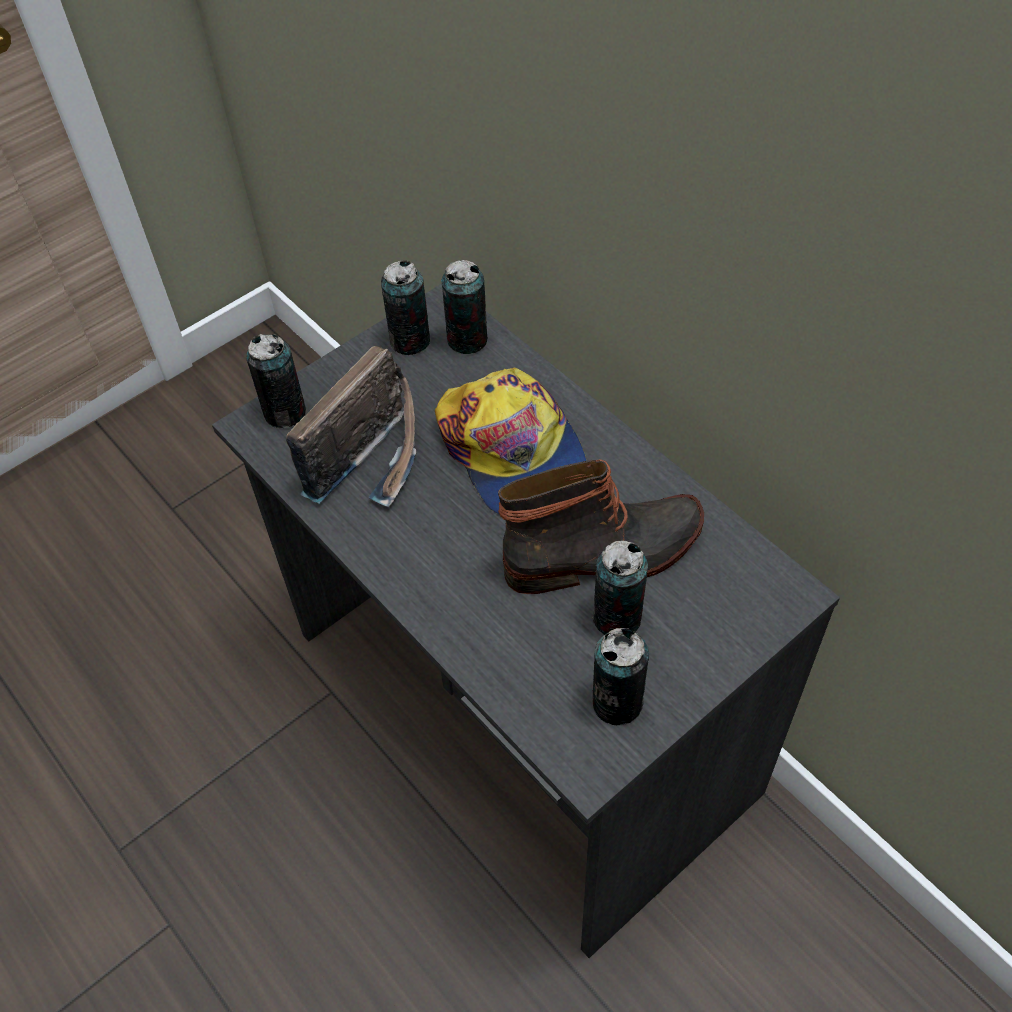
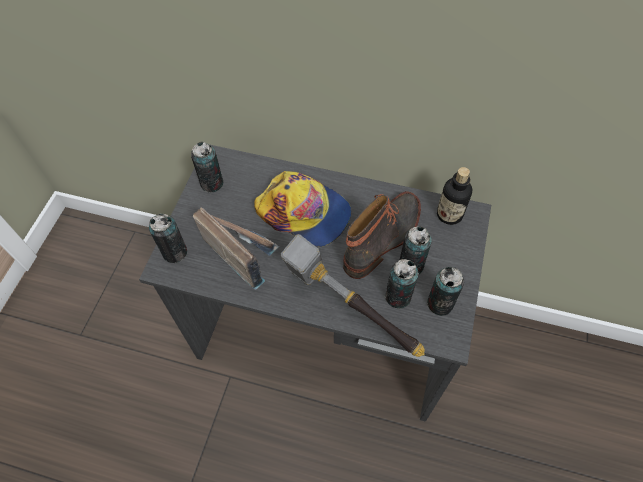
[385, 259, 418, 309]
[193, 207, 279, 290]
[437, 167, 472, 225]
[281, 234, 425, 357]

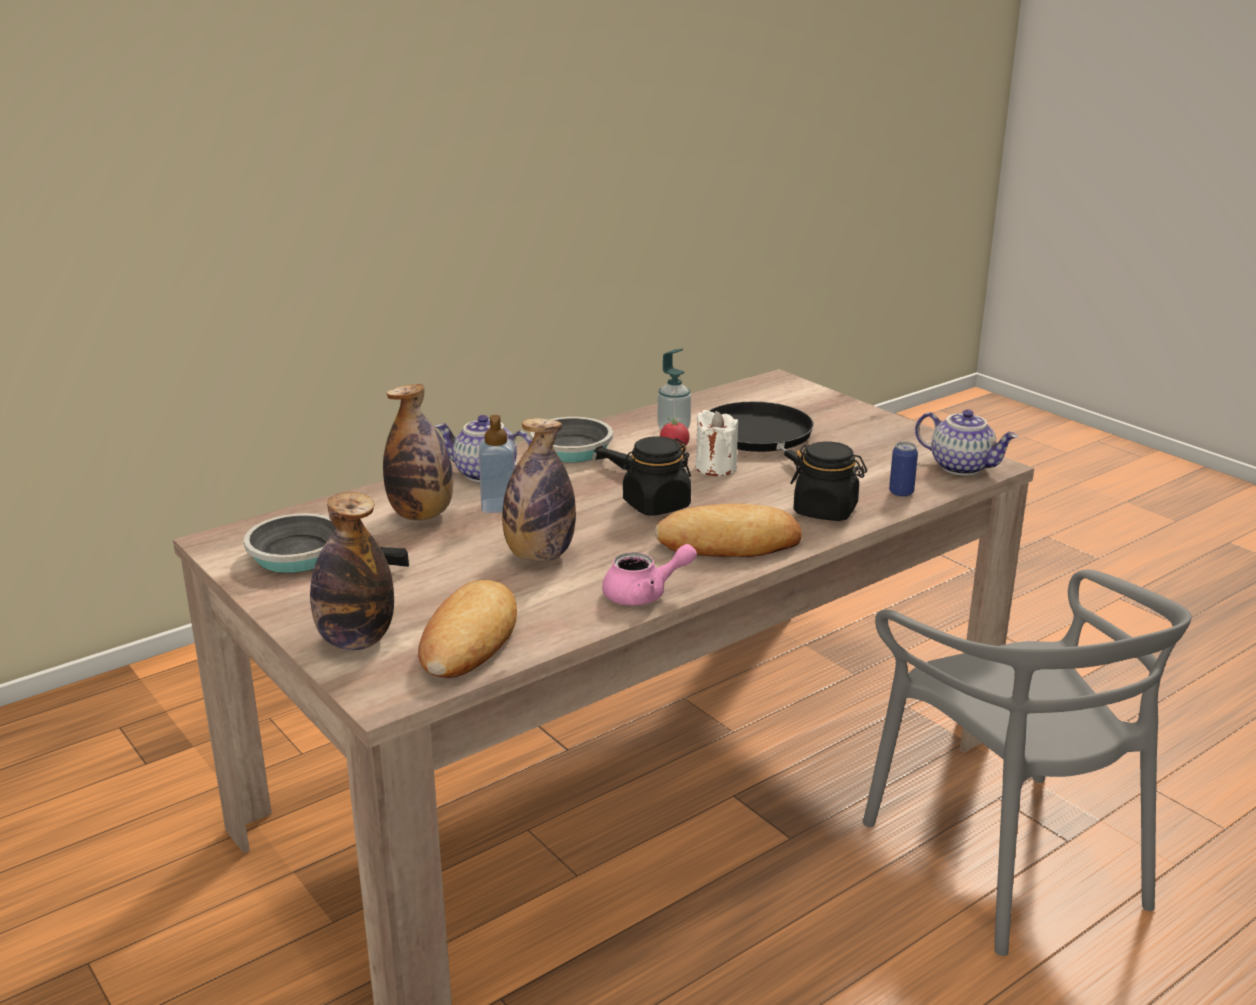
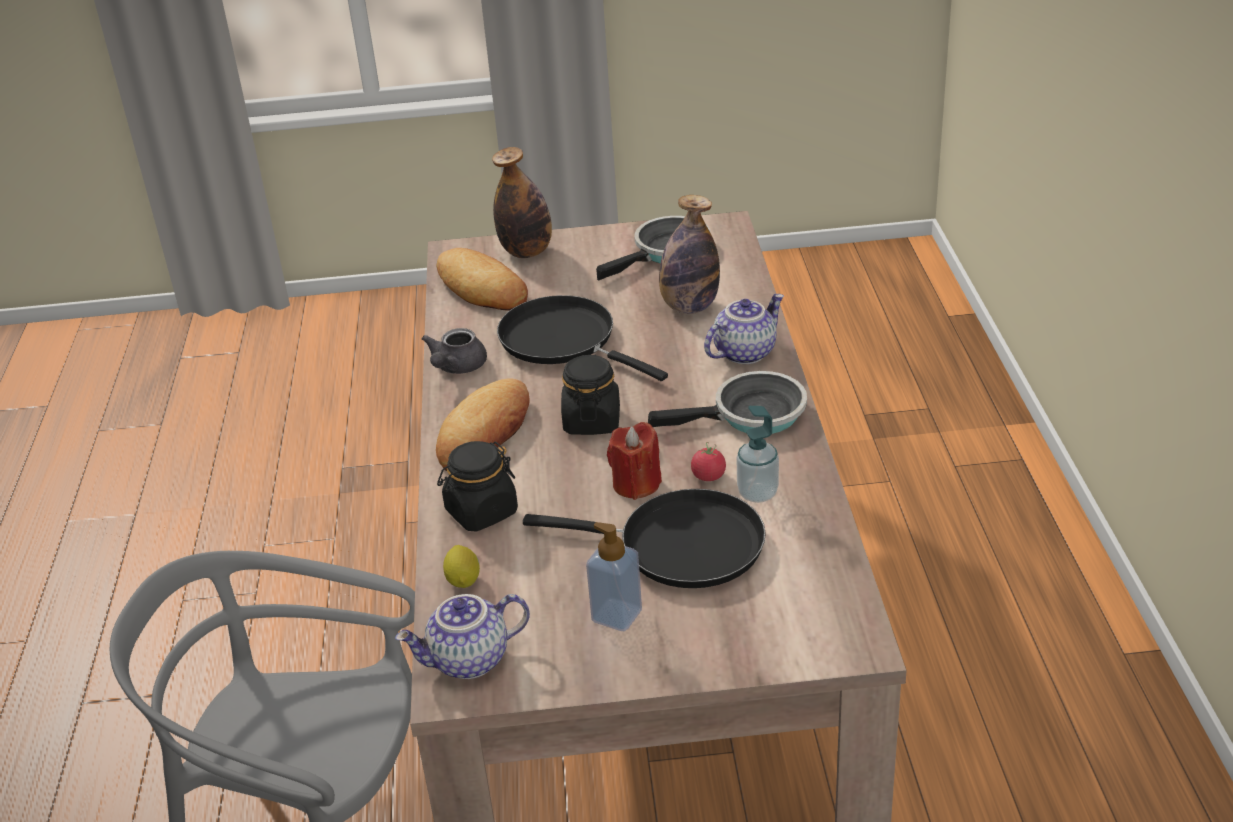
[607, 422, 662, 500]
[586, 522, 642, 631]
[497, 295, 668, 381]
[443, 545, 480, 588]
[422, 328, 487, 374]

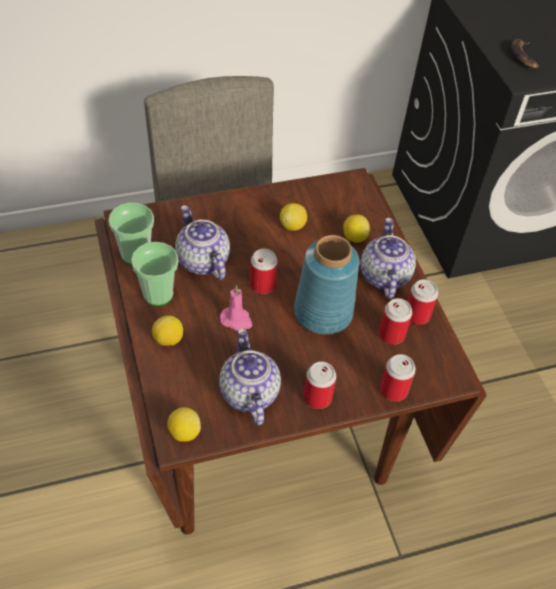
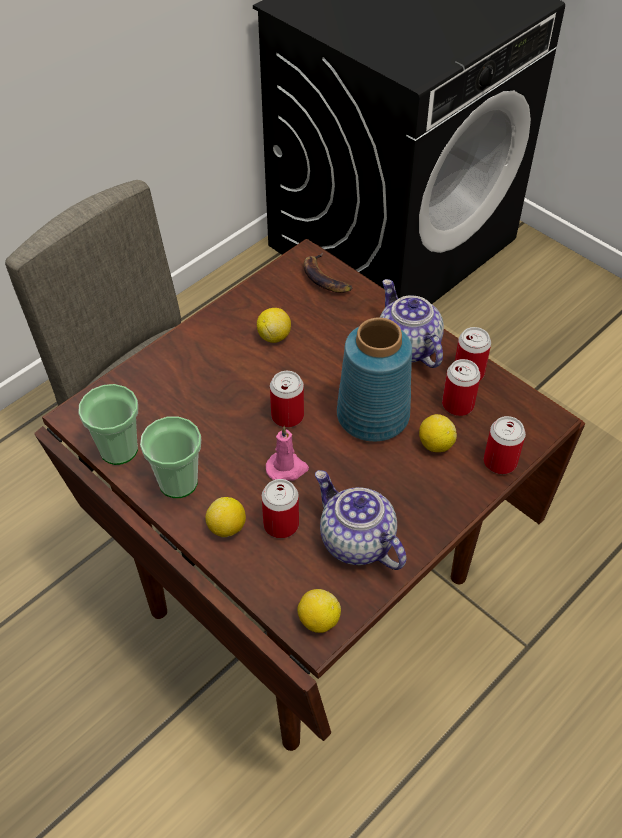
[303, 253, 352, 293]
[175, 205, 230, 280] (first image)
[419, 414, 457, 452]
[262, 479, 299, 538]

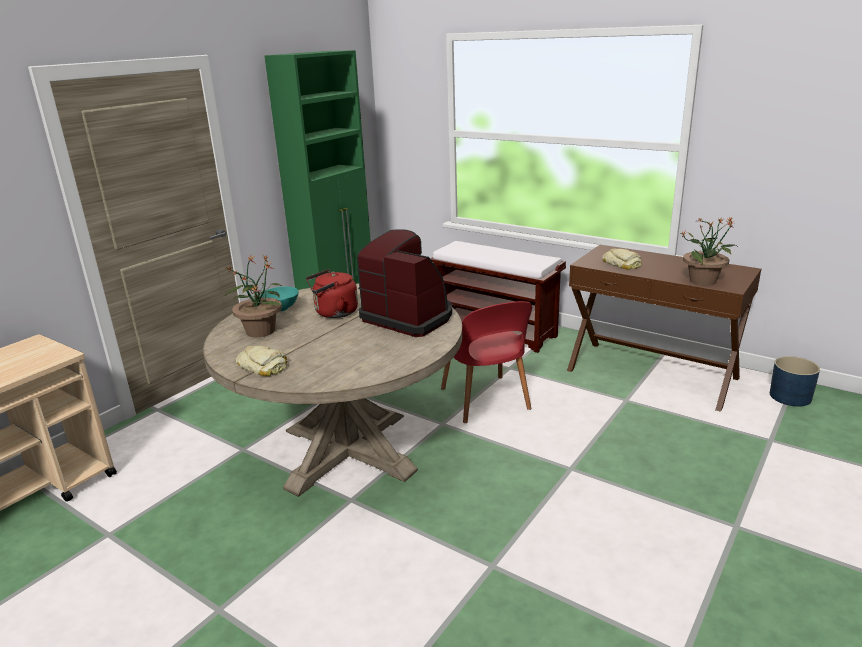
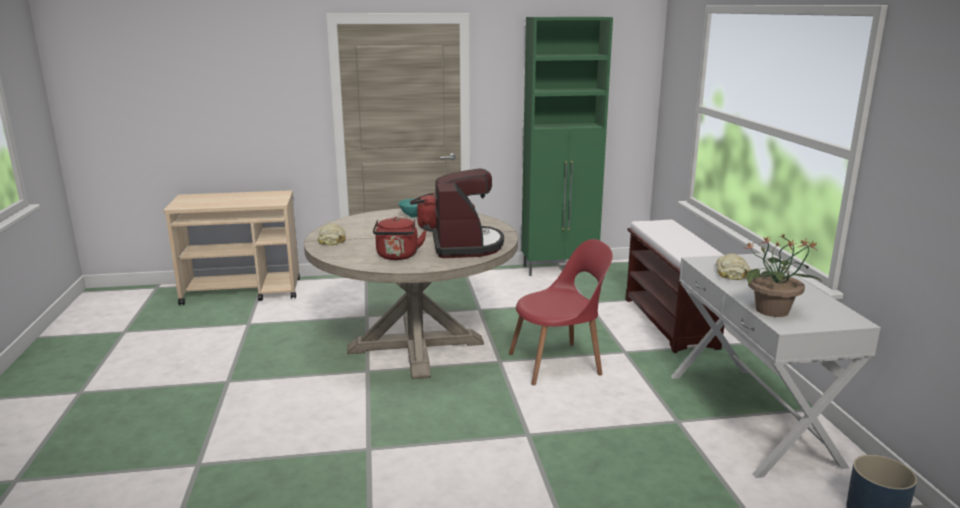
[671, 253, 881, 478]
[224, 254, 283, 337] (first image)
[509, 239, 613, 385]
[373, 217, 427, 260]

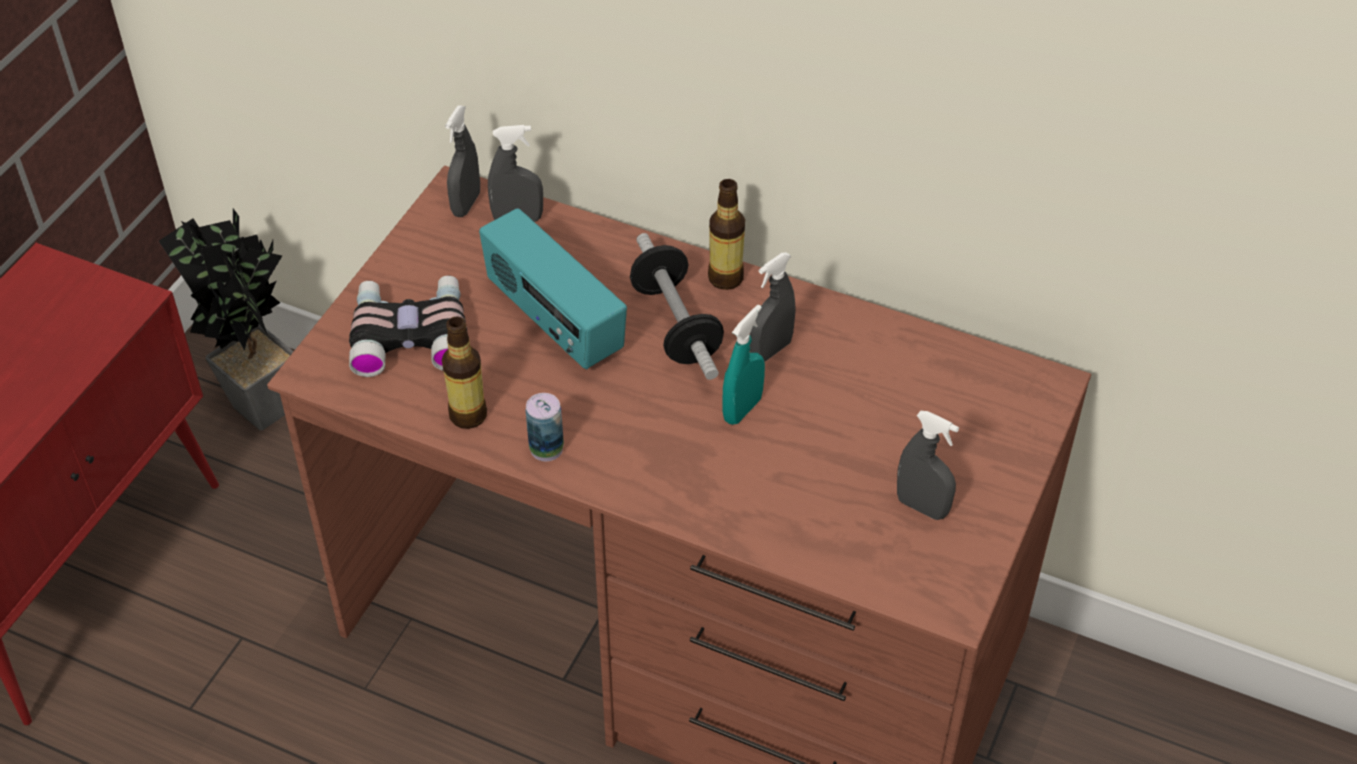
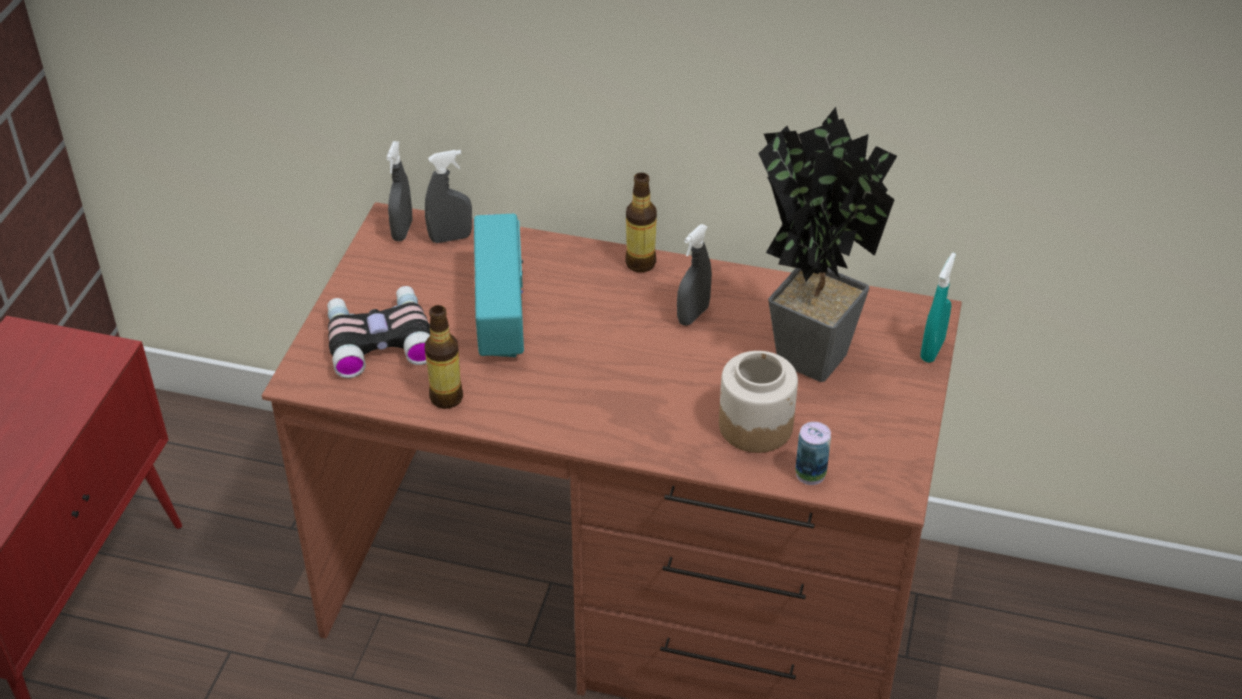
[758, 107, 897, 382]
[474, 214, 524, 357]
[630, 233, 724, 380] (first image)
[920, 253, 956, 363]
[795, 422, 831, 485]
[897, 411, 959, 520] (first image)
[719, 351, 798, 453]

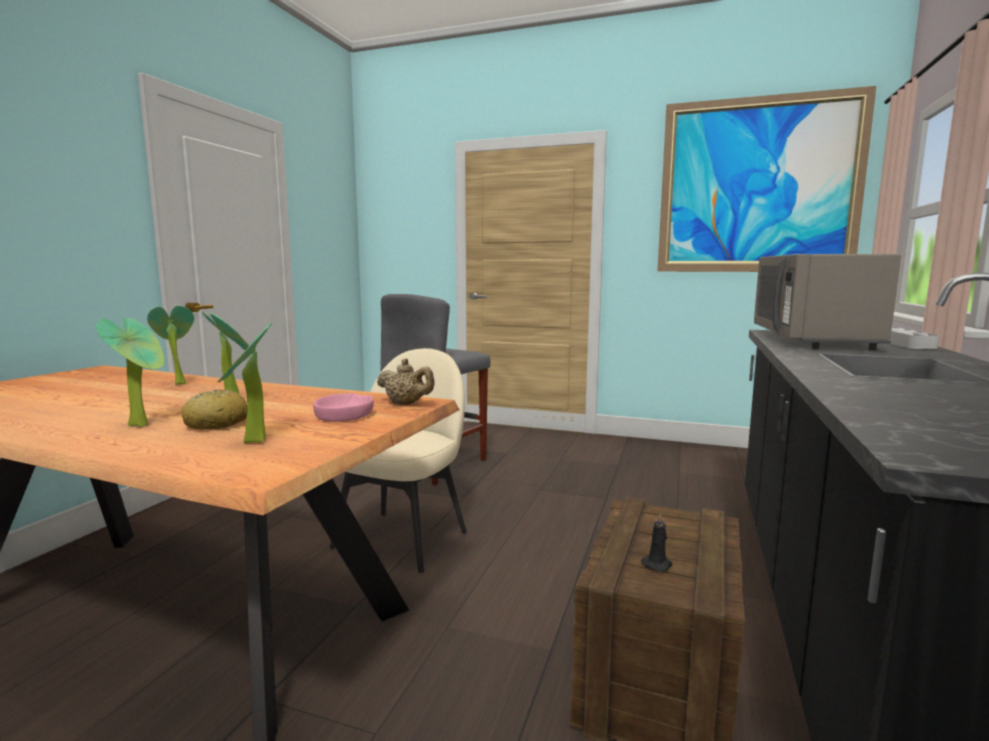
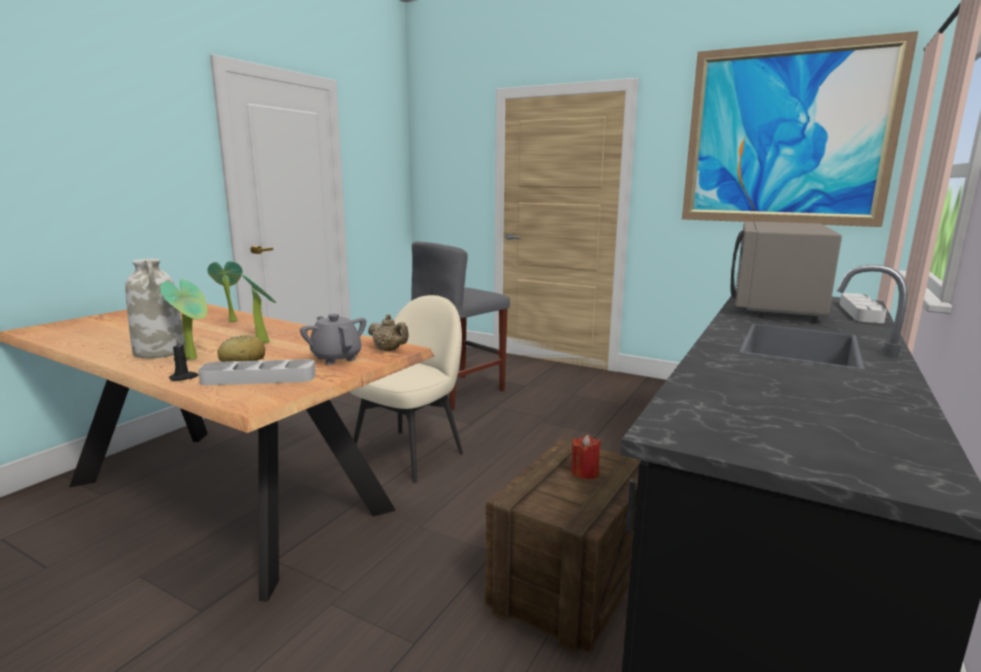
[198, 359, 315, 385]
[300, 314, 366, 365]
[169, 337, 199, 381]
[125, 259, 185, 358]
[571, 435, 601, 479]

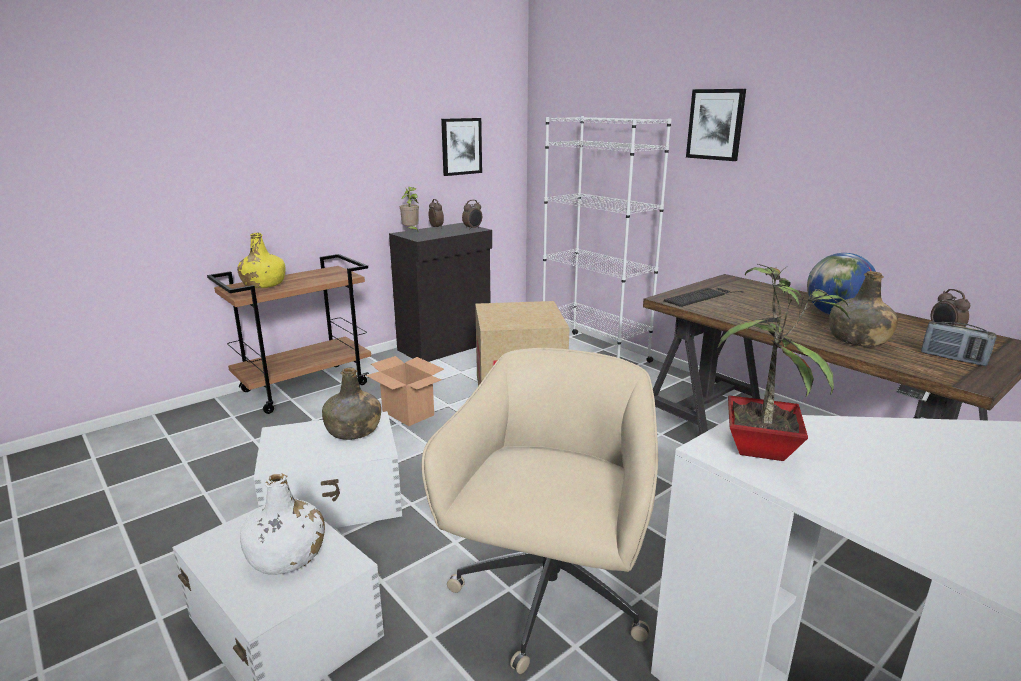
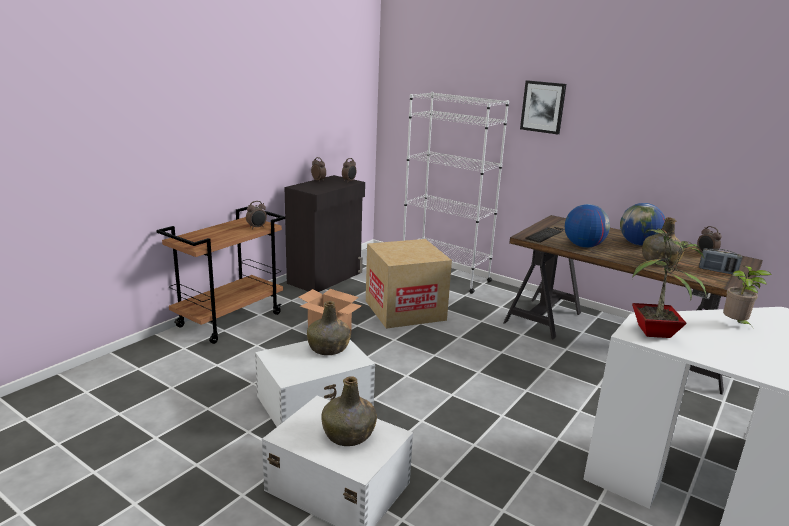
[441, 118, 482, 176] (first image)
[723, 266, 772, 328]
[237, 233, 286, 288] (first image)
[421, 348, 658, 674] (first image)
[321, 376, 377, 446]
[246, 201, 267, 229]
[565, 204, 610, 248]

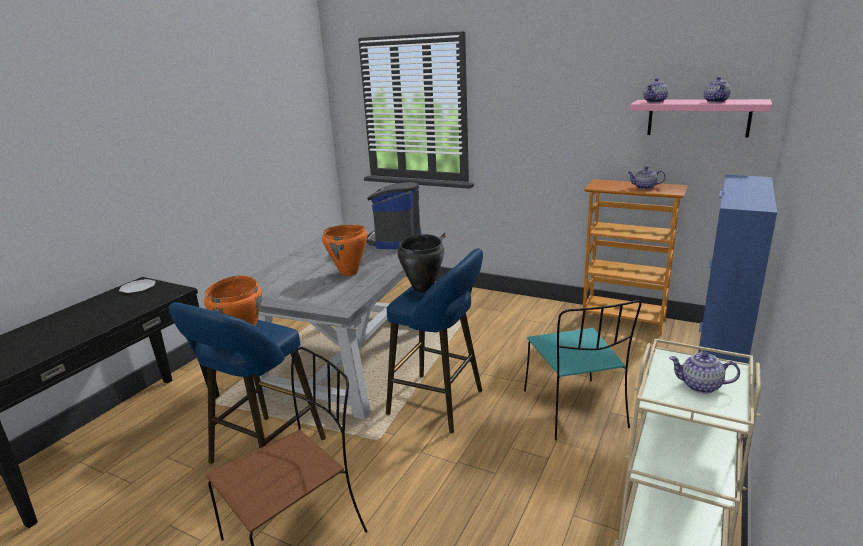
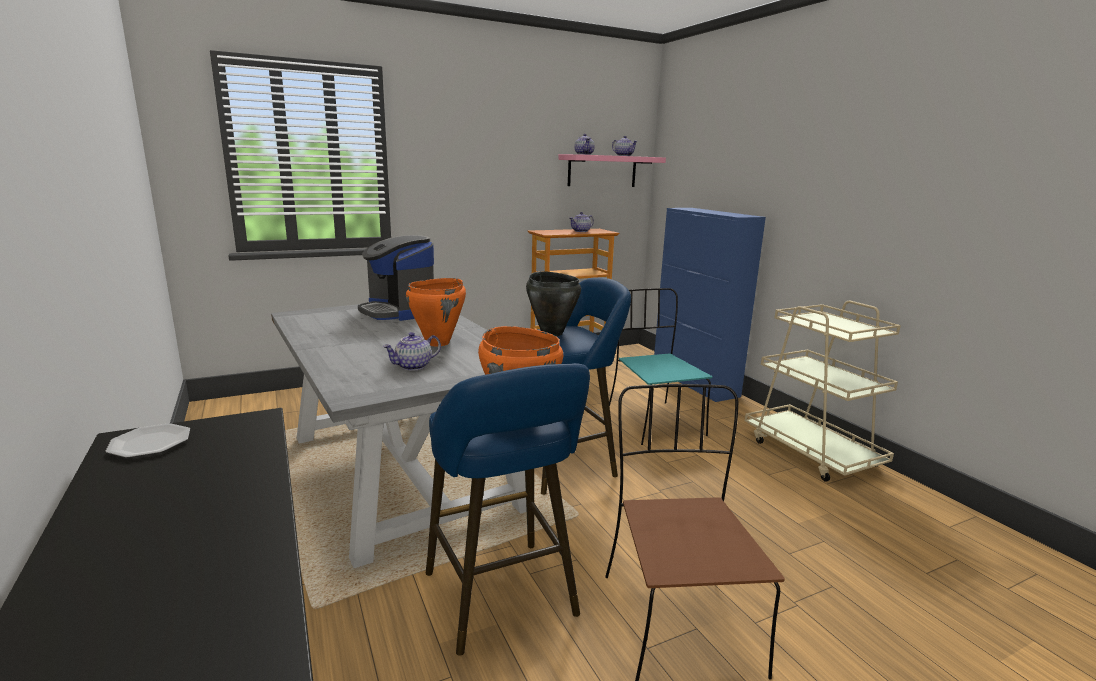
[609, 288, 713, 445]
[383, 332, 441, 371]

